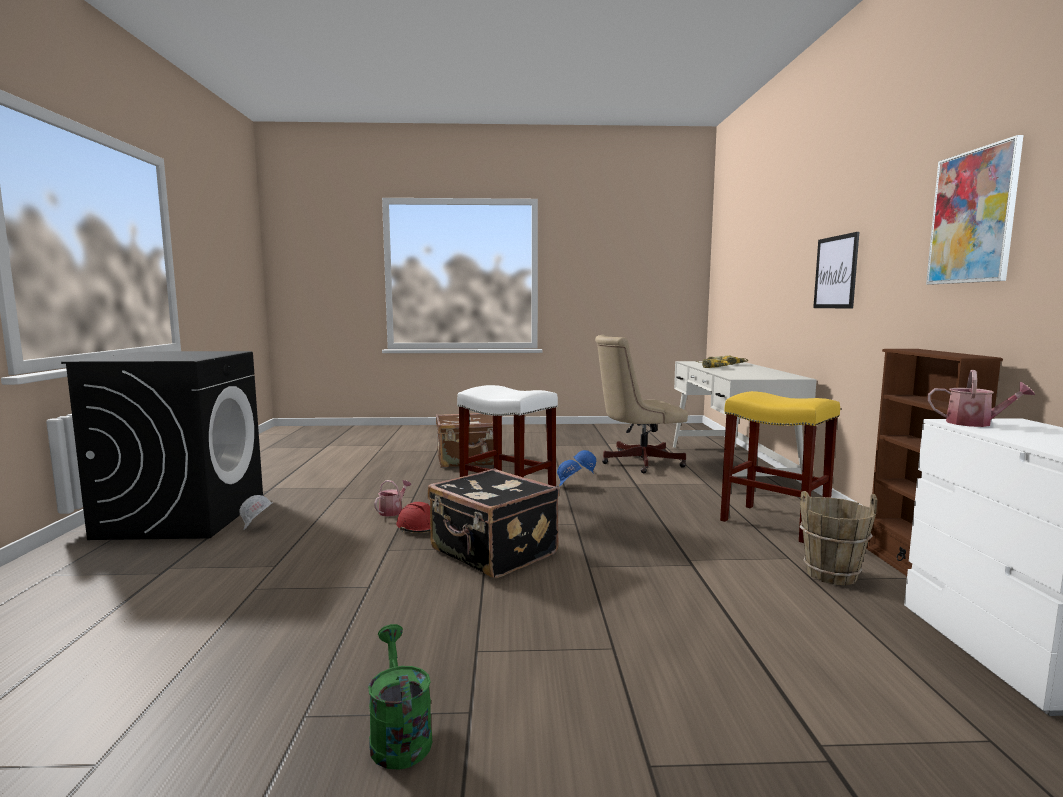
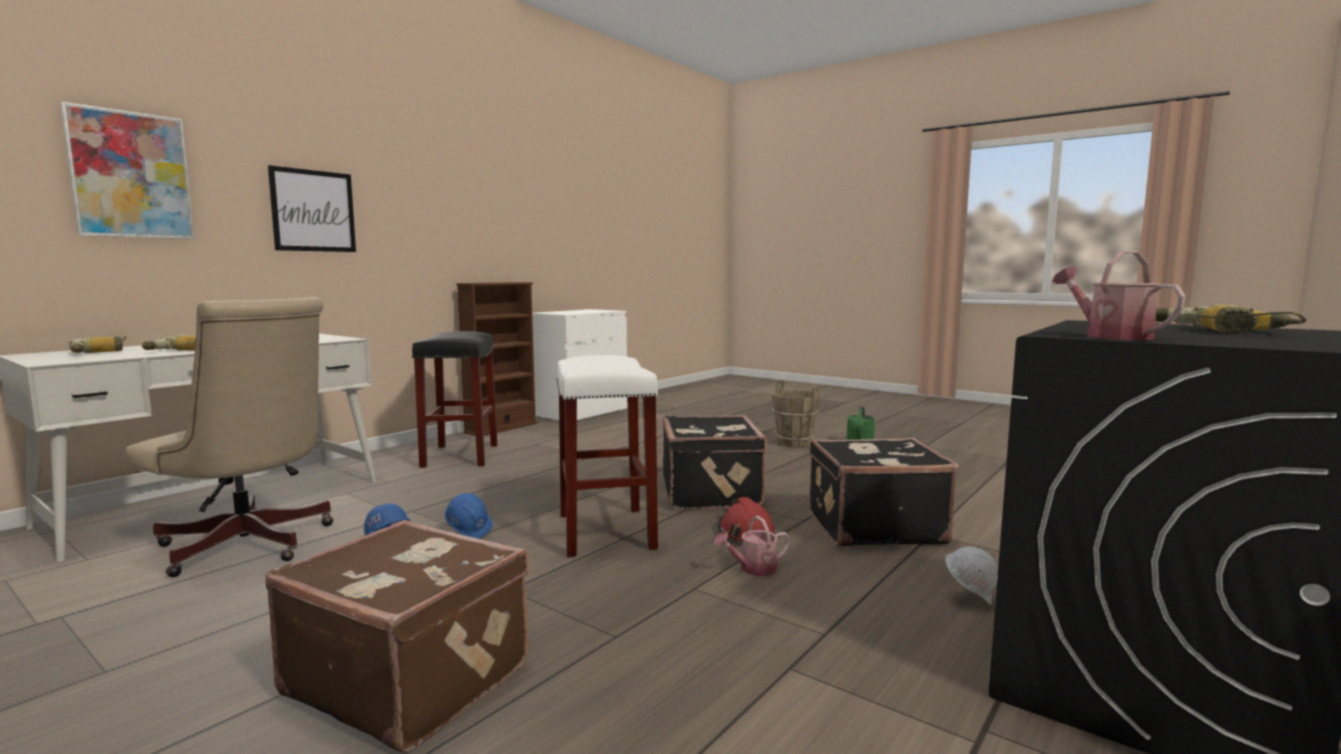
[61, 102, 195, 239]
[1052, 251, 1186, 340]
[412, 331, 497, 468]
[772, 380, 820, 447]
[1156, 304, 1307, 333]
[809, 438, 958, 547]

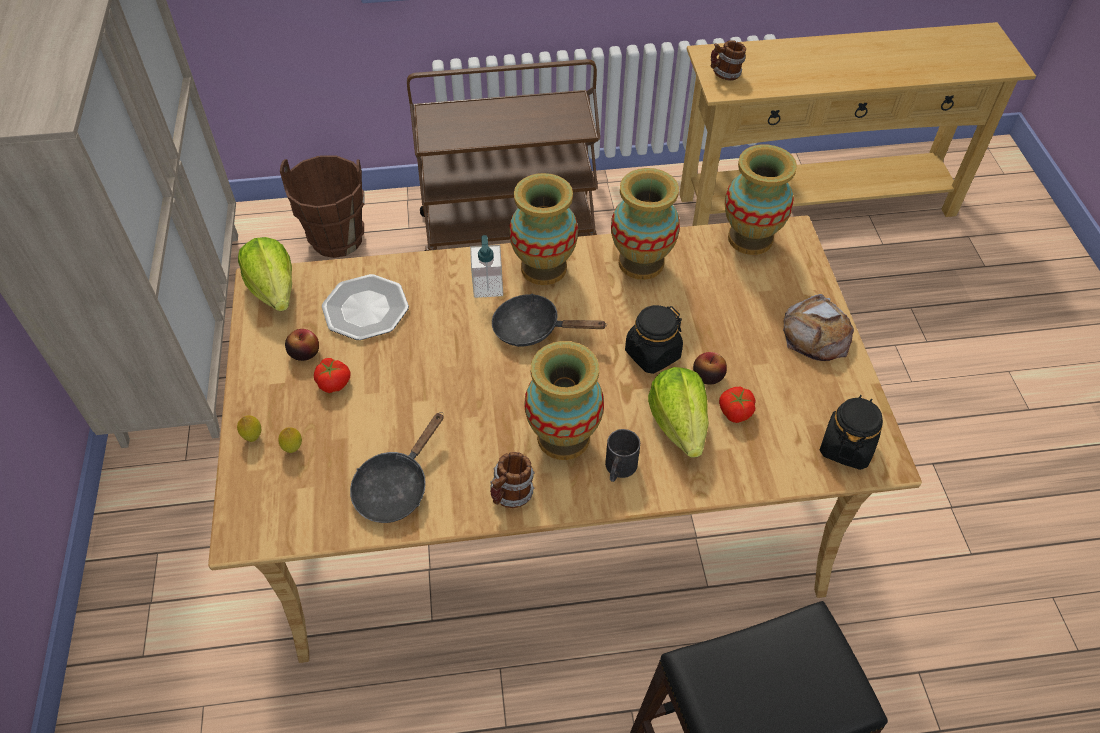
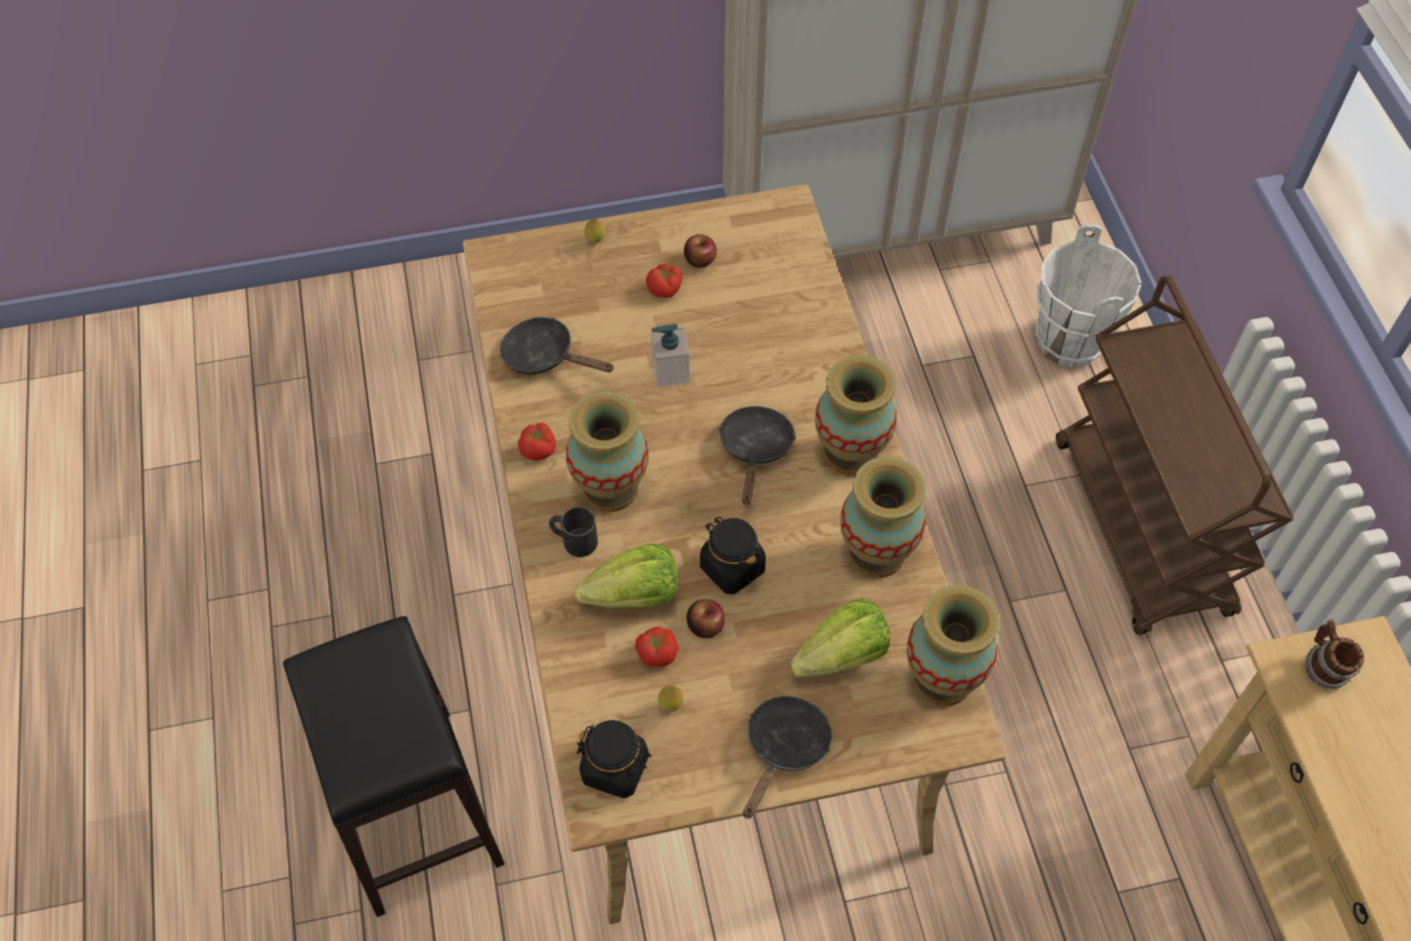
[1036, 224, 1142, 368]
[651, 324, 690, 387]
[791, 598, 890, 677]
[322, 274, 409, 340] (first image)
[743, 696, 832, 819]
[658, 685, 683, 712]
[518, 423, 556, 461]

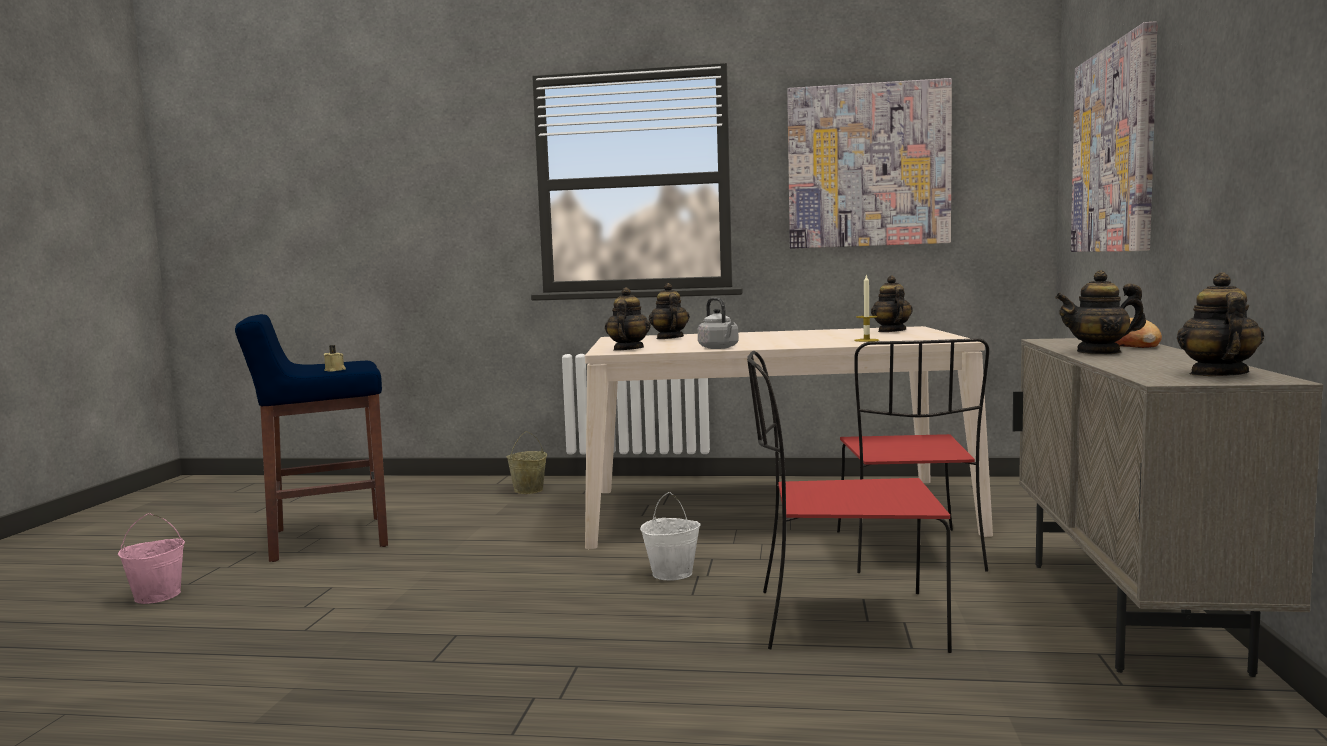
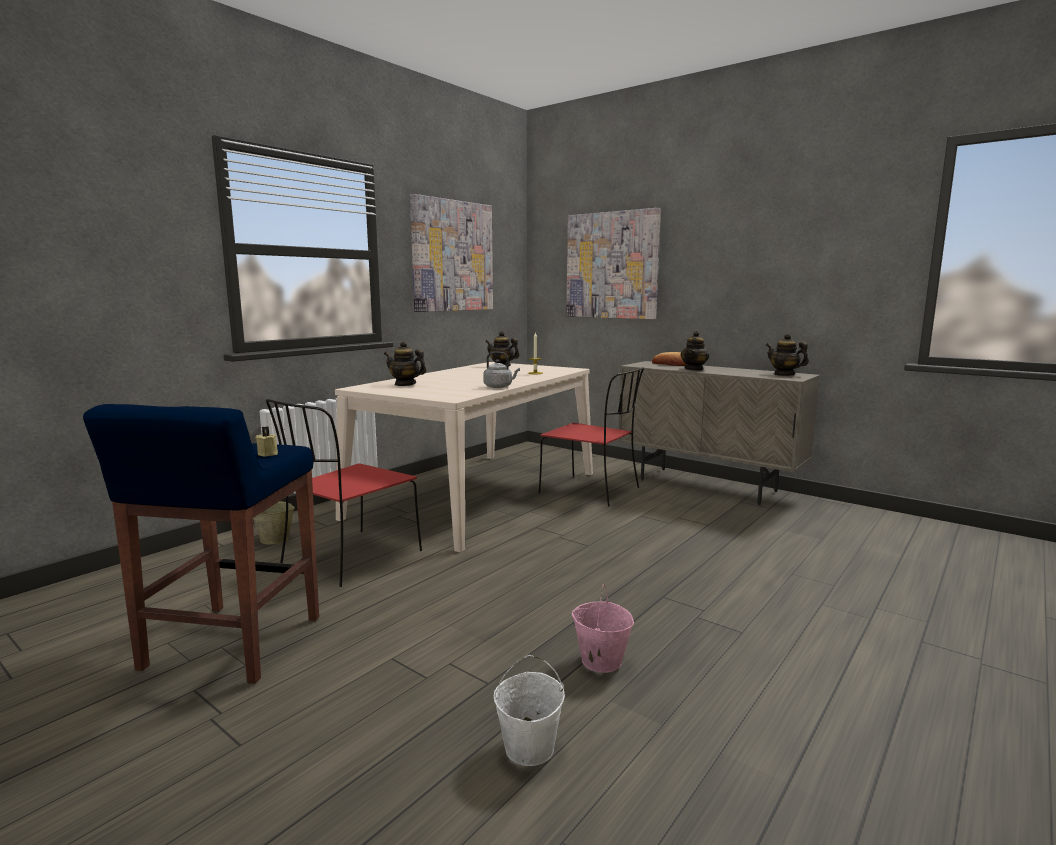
[605, 287, 651, 351] (first image)
[266, 399, 422, 587]
[494, 655, 565, 766]
[572, 584, 634, 673]

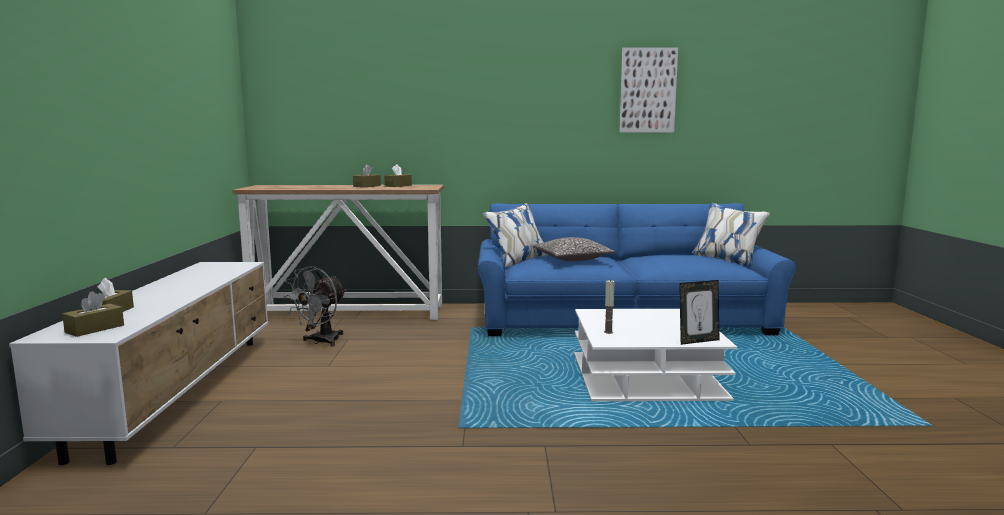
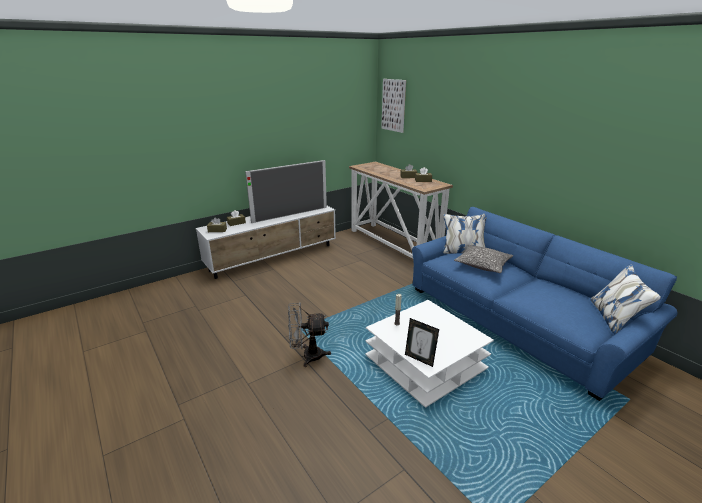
[381, 79, 406, 133]
[288, 303, 331, 367]
[245, 160, 327, 223]

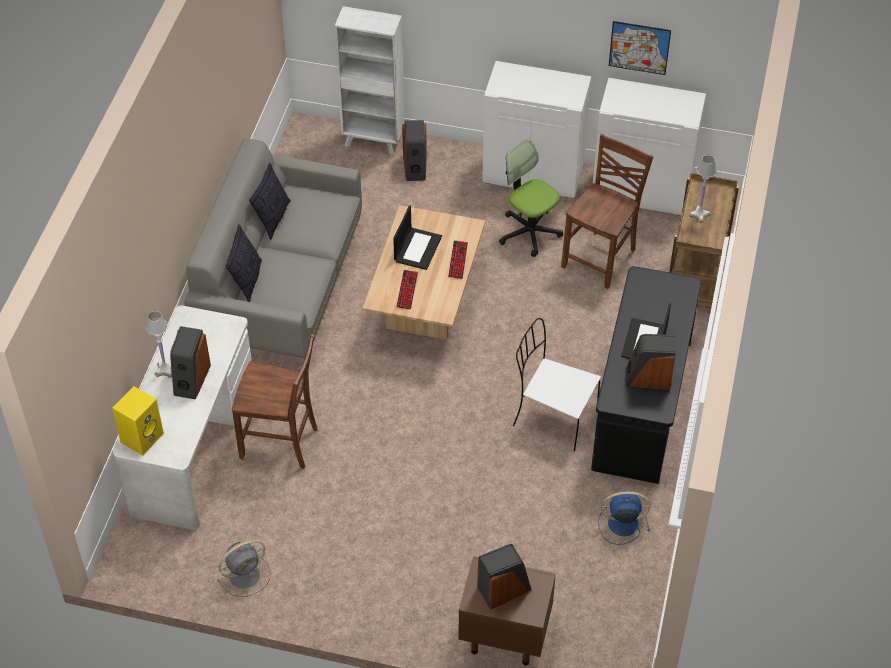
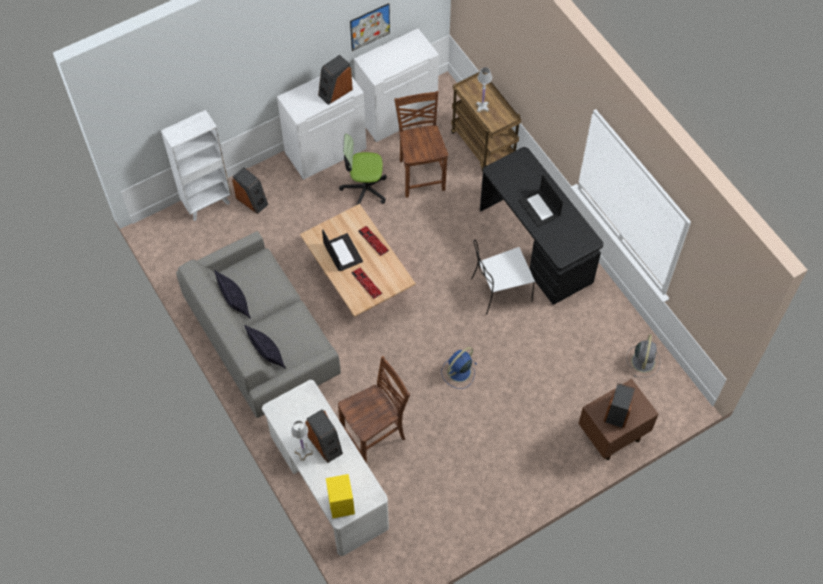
[318, 55, 353, 105]
[441, 347, 477, 389]
[626, 334, 660, 377]

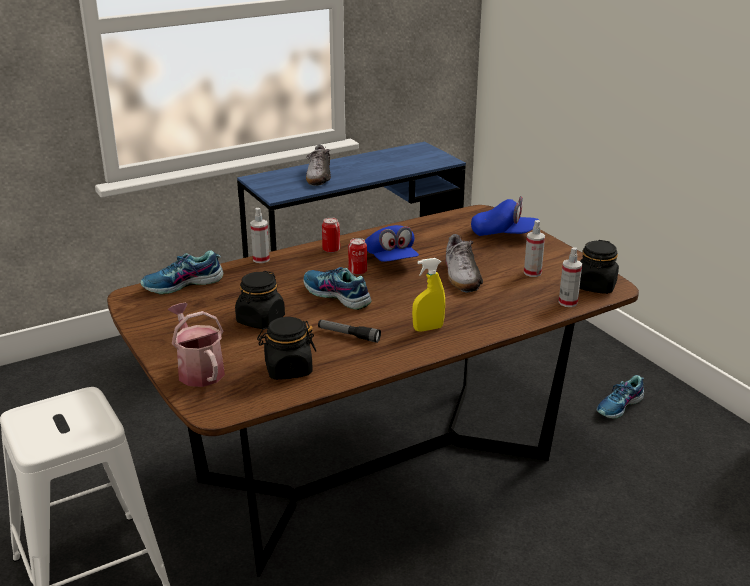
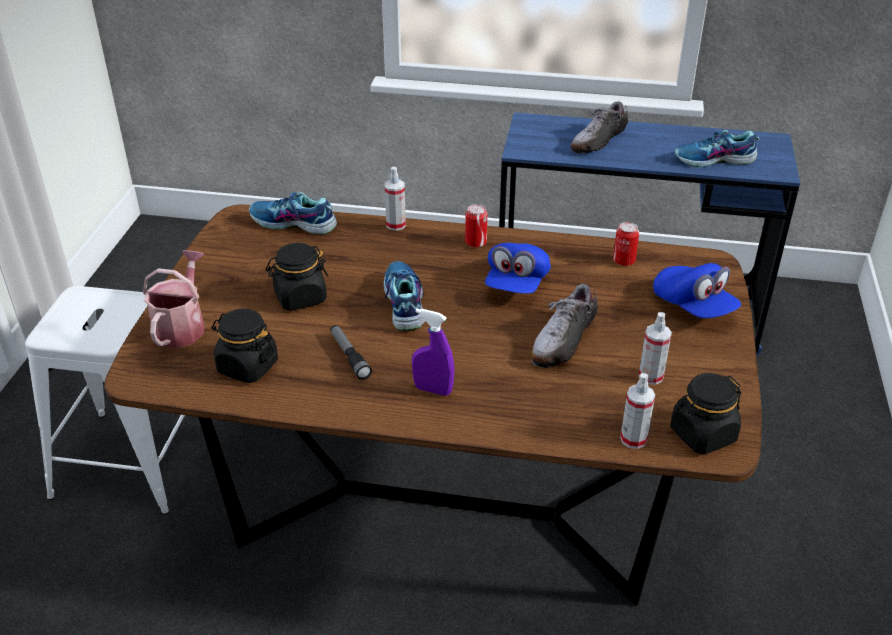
[613, 222, 639, 266]
[412, 308, 454, 396]
[675, 130, 760, 167]

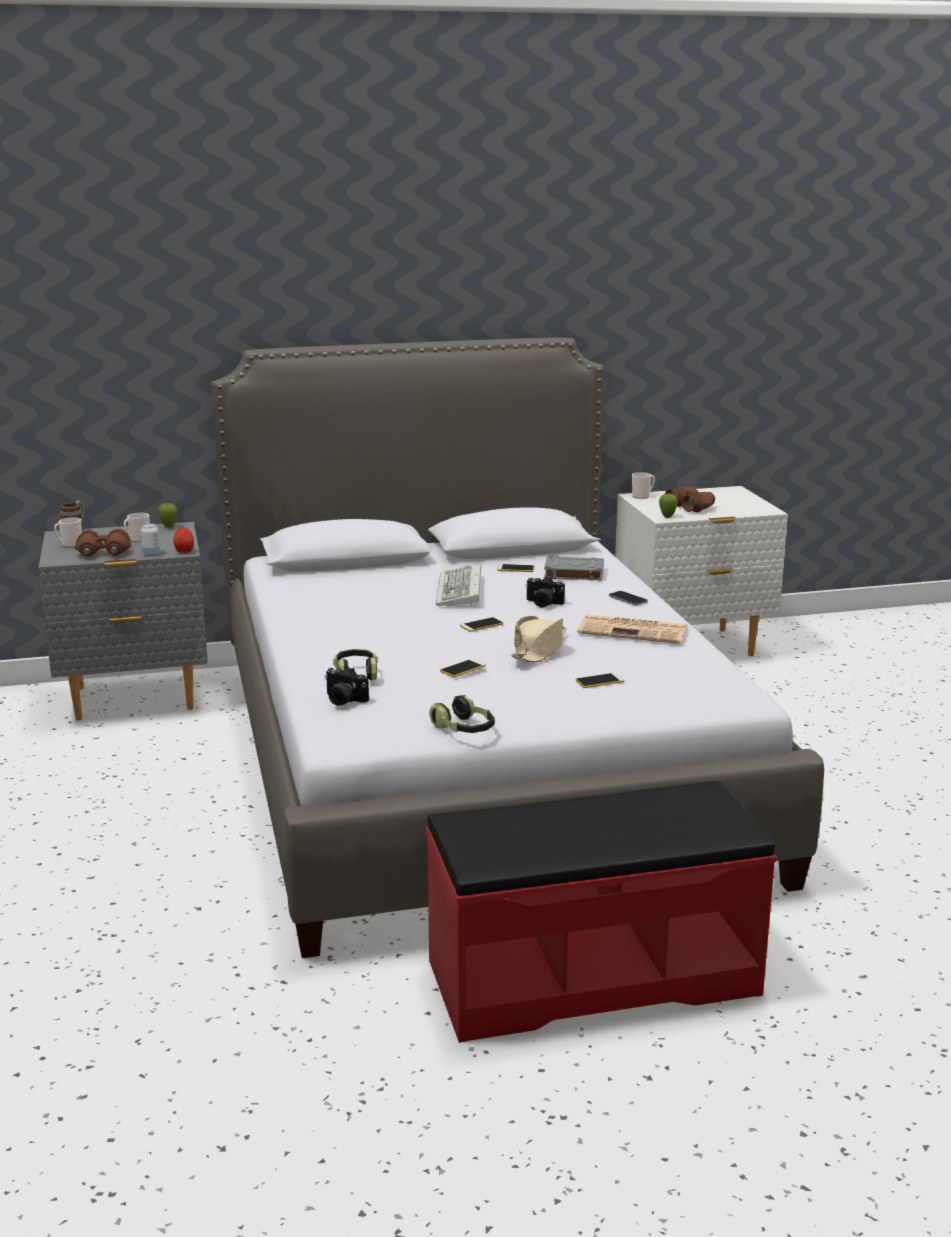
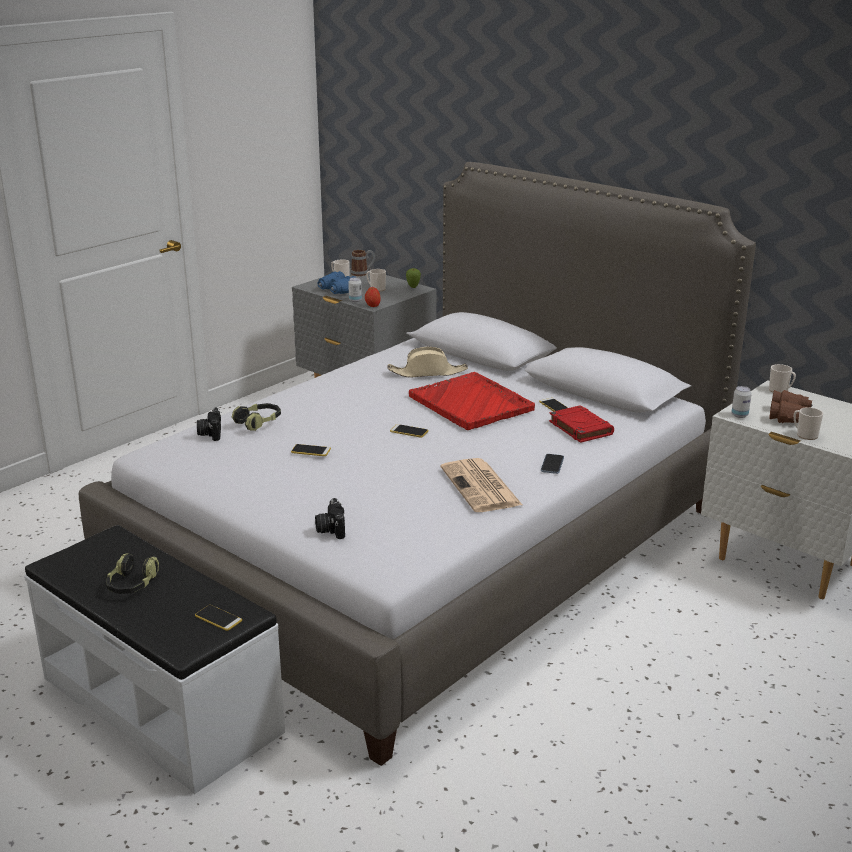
[731, 386, 752, 418]
[318, 271, 355, 294]
[549, 405, 614, 443]
[409, 372, 535, 430]
[315, 498, 345, 539]
[387, 347, 468, 378]
[195, 605, 242, 631]
[106, 553, 159, 594]
[24, 525, 285, 794]
[794, 407, 823, 440]

